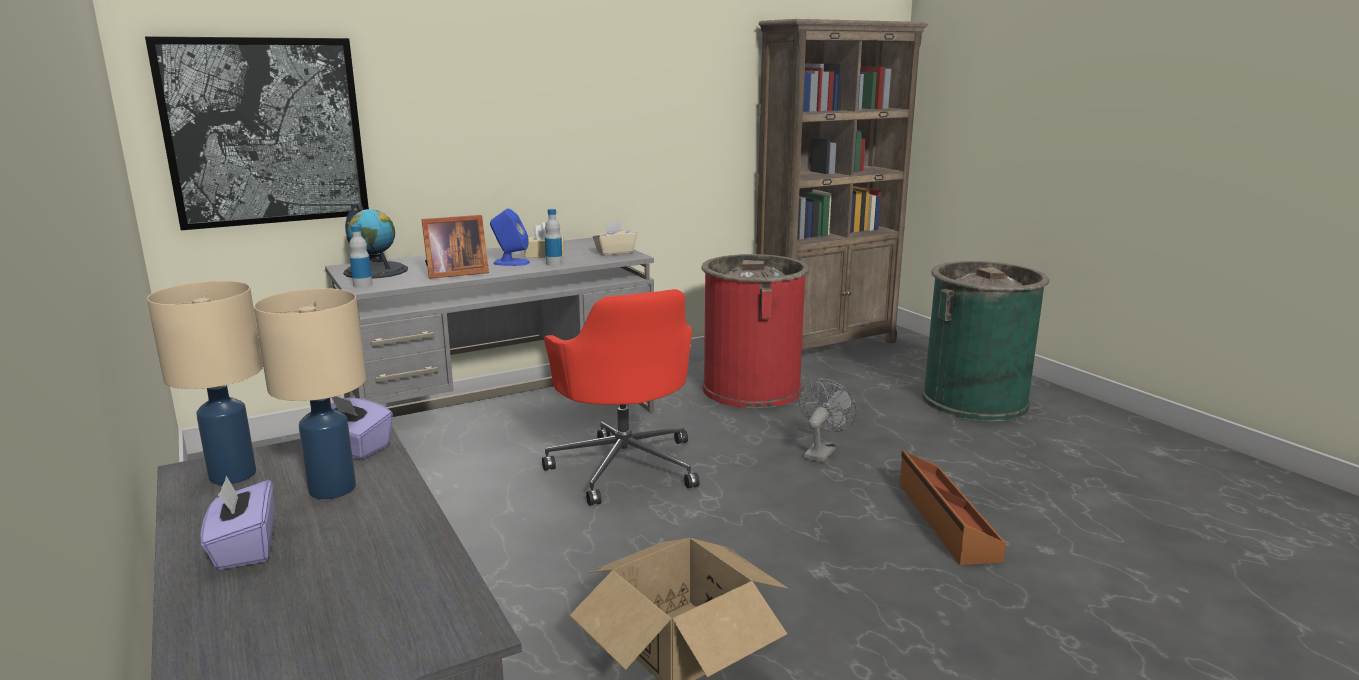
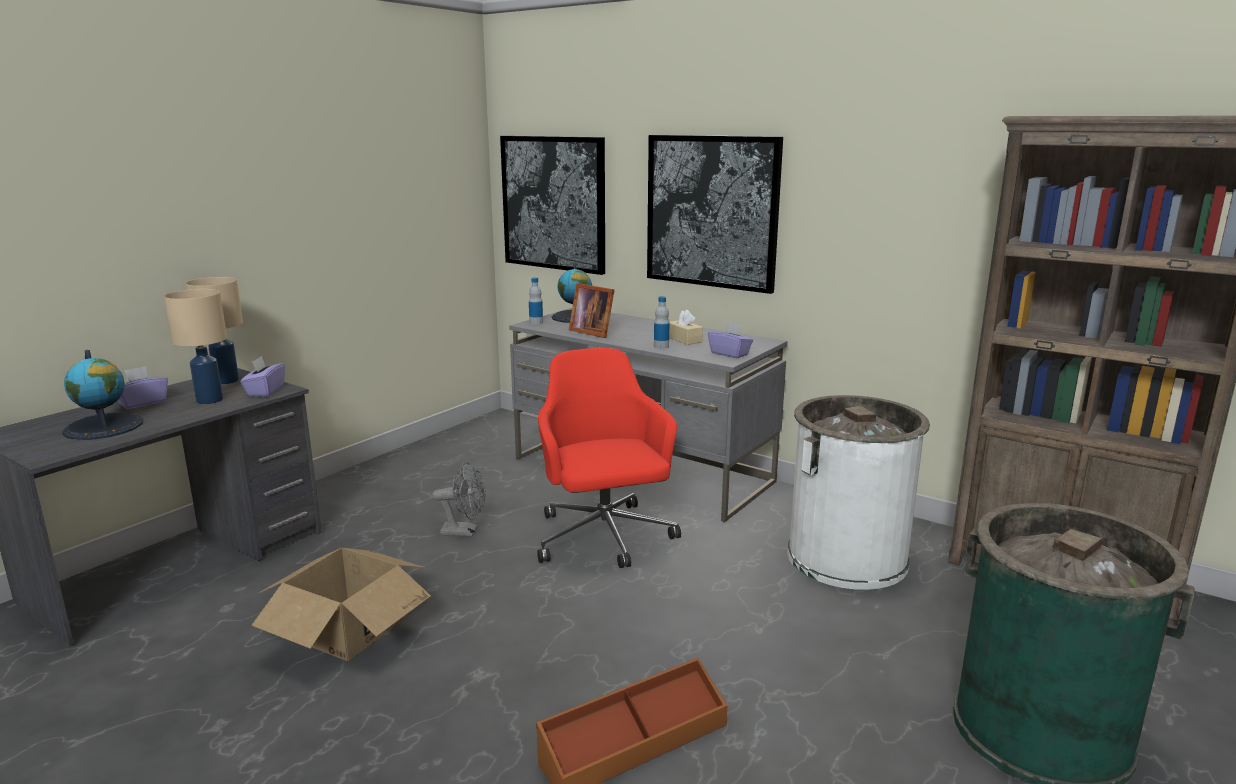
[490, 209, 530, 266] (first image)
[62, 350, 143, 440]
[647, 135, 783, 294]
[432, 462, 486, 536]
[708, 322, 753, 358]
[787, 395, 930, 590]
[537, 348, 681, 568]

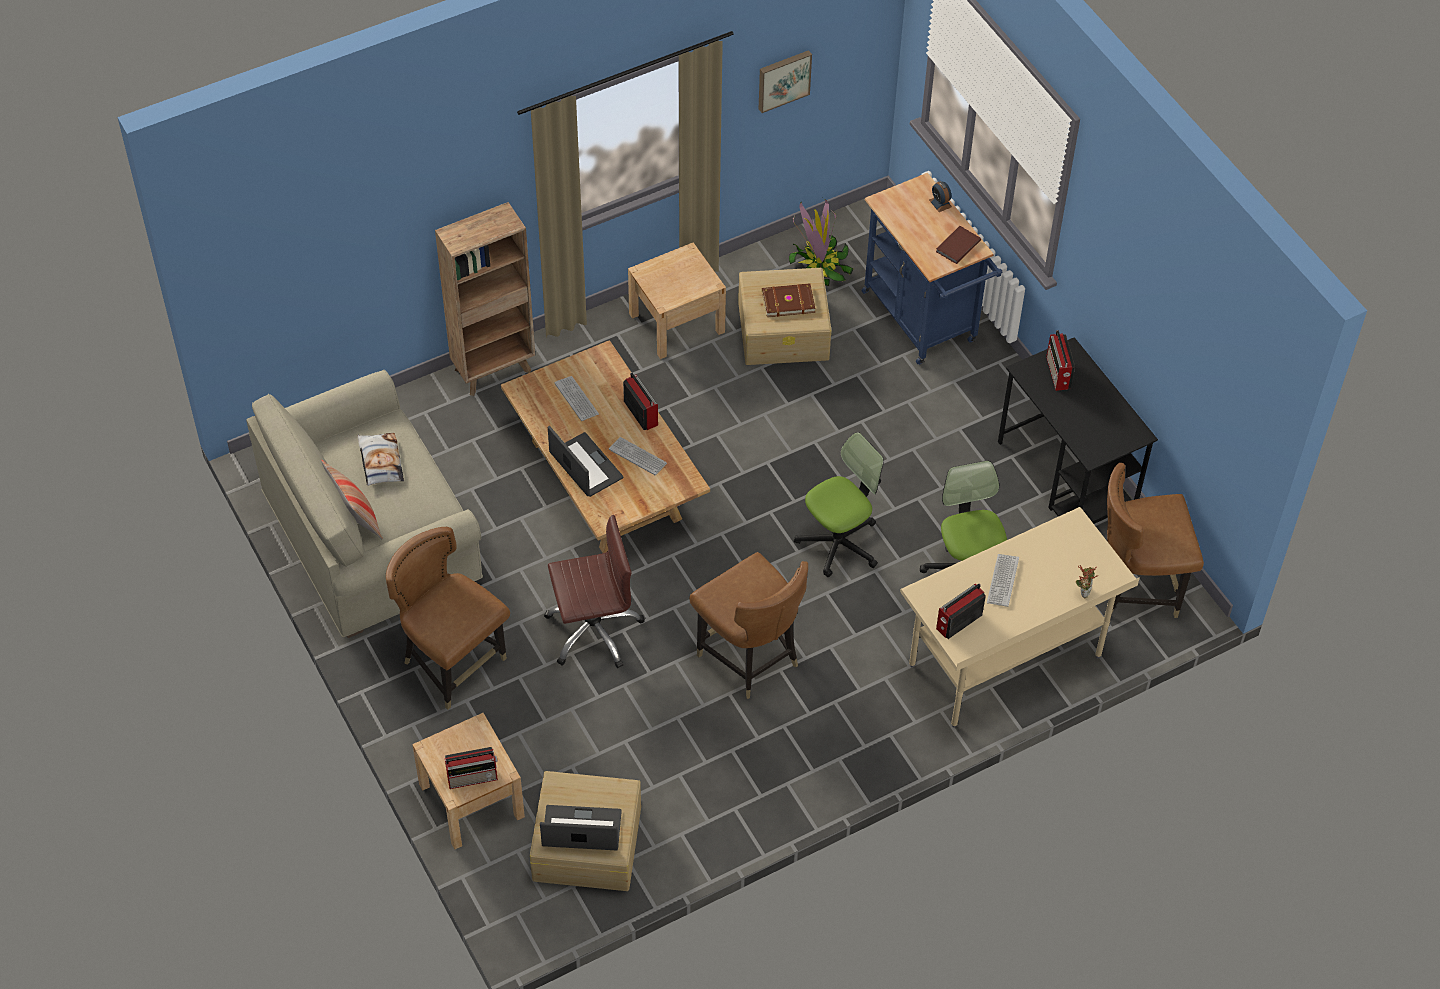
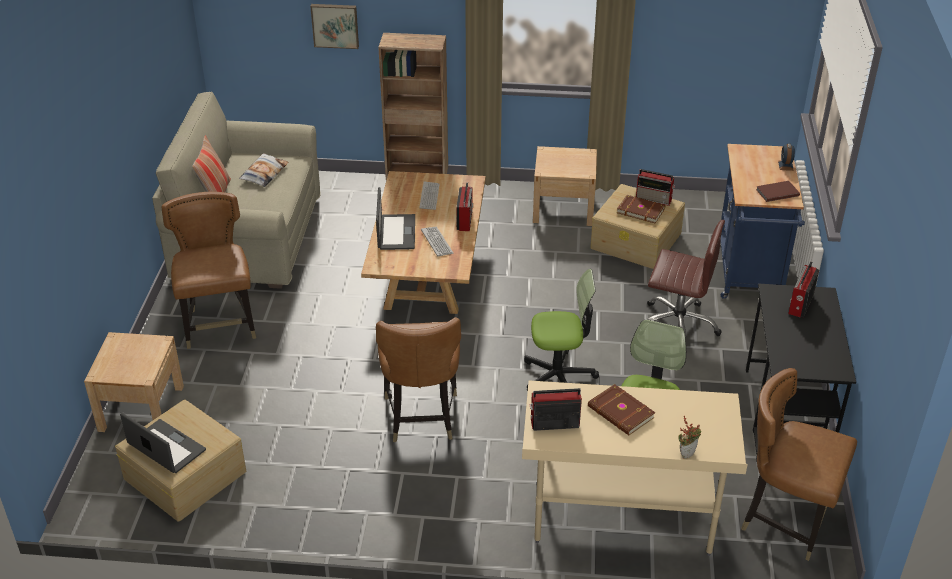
[789, 198, 853, 286] (first image)
[636, 169, 675, 206]
[647, 220, 725, 338]
[310, 4, 359, 49]
[588, 384, 655, 435]

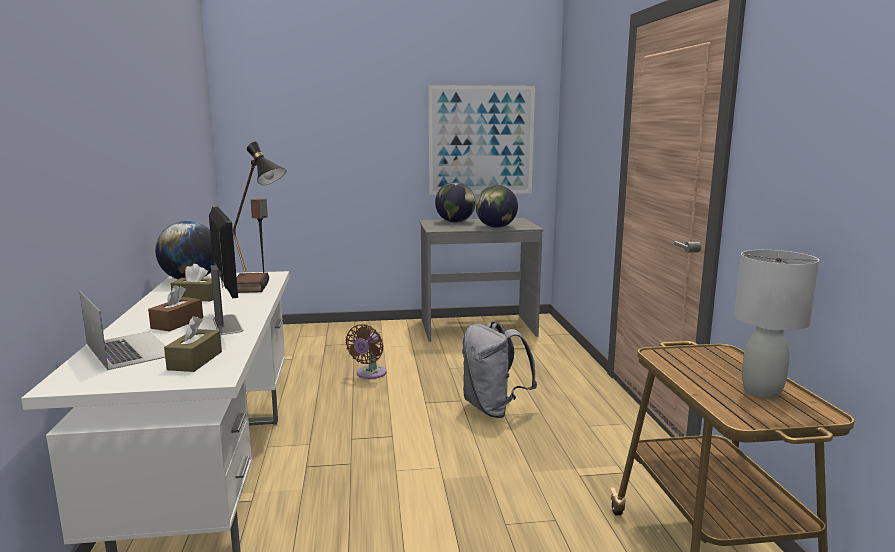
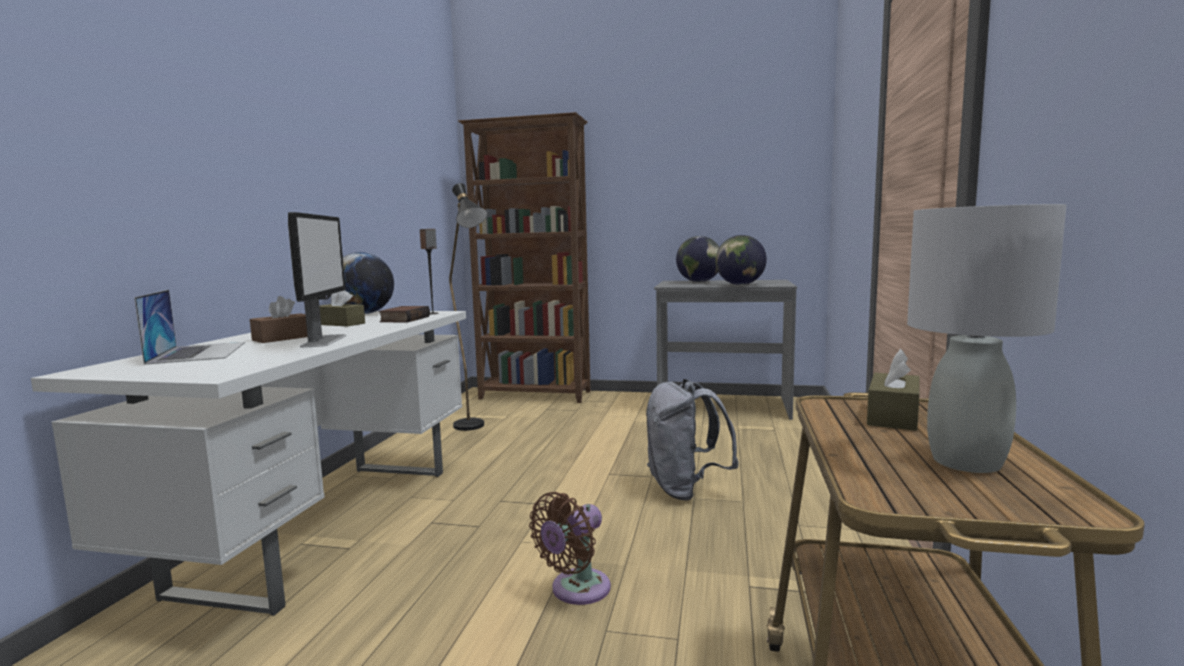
[428, 85, 535, 195] (first image)
[458, 112, 591, 403]
[867, 349, 920, 431]
[529, 492, 611, 605]

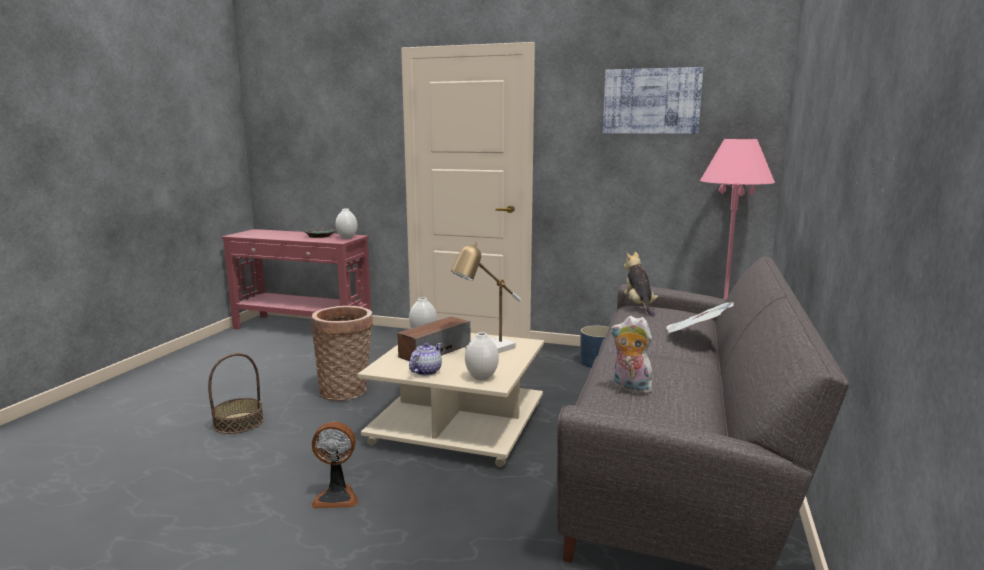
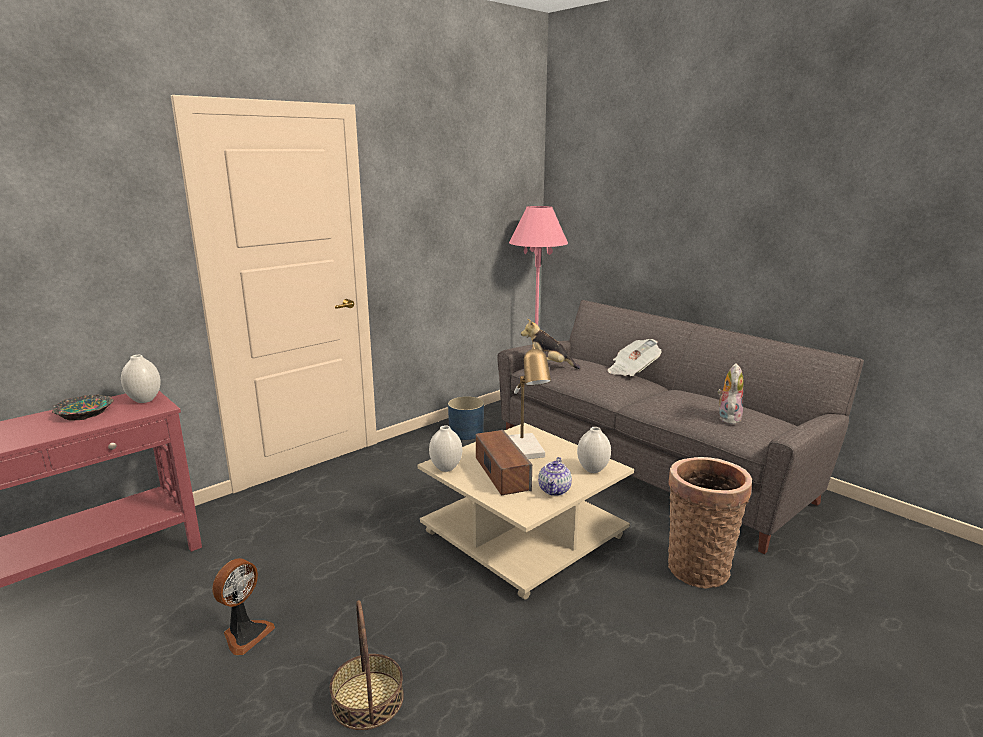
[603, 67, 703, 134] (first image)
[668, 457, 752, 588]
[212, 558, 275, 655]
[538, 457, 572, 496]
[717, 363, 744, 424]

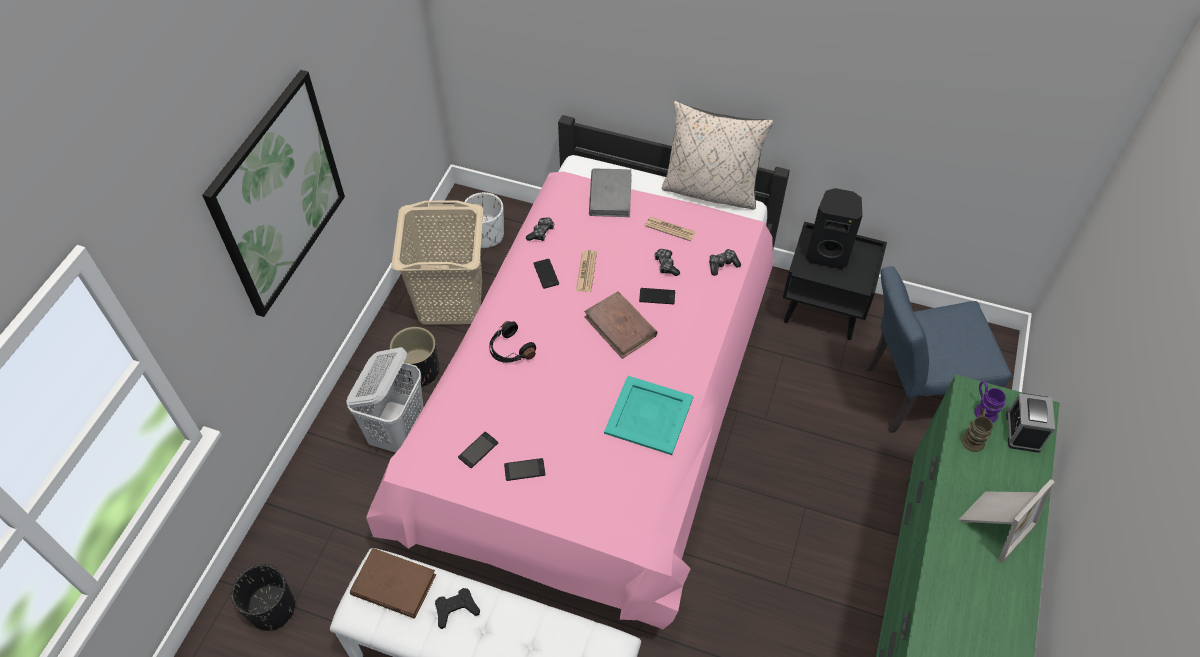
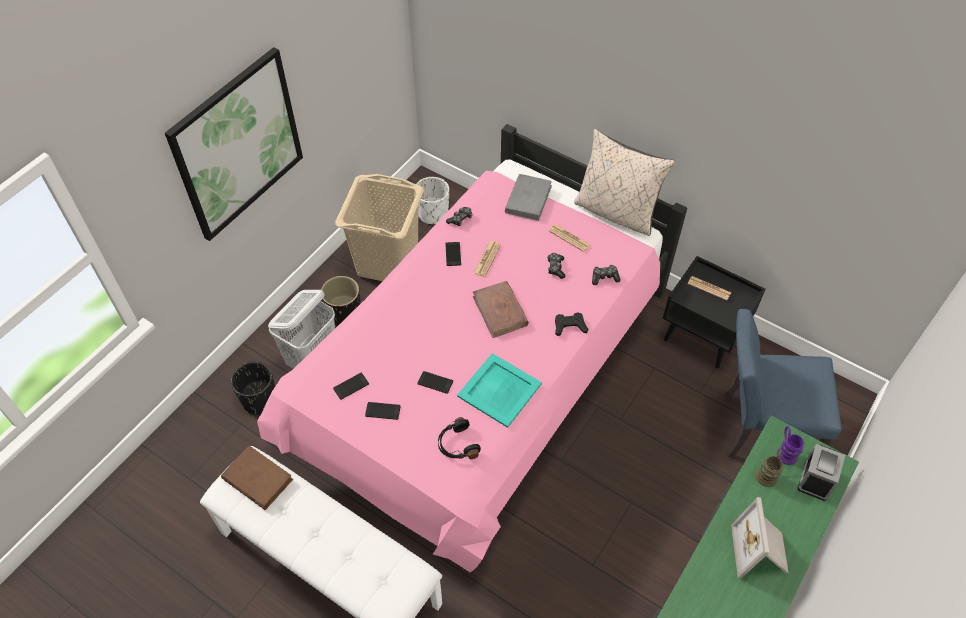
[231, 361, 275, 415]
[555, 312, 588, 336]
[438, 417, 481, 459]
[417, 371, 453, 394]
[687, 276, 731, 301]
[731, 497, 789, 578]

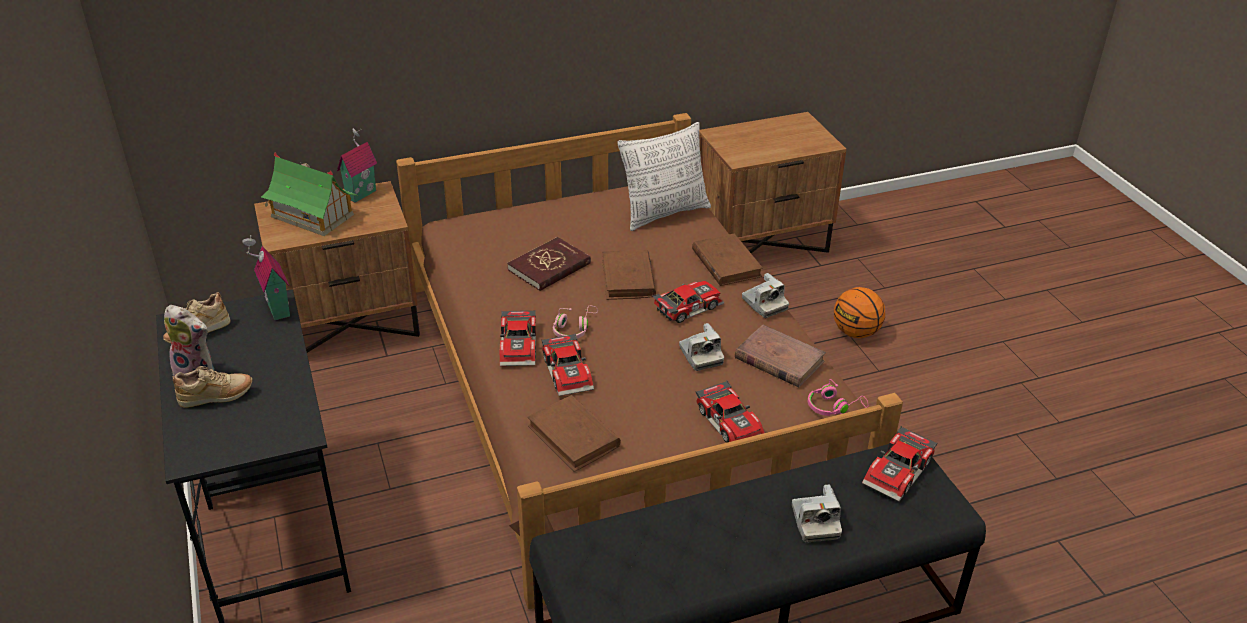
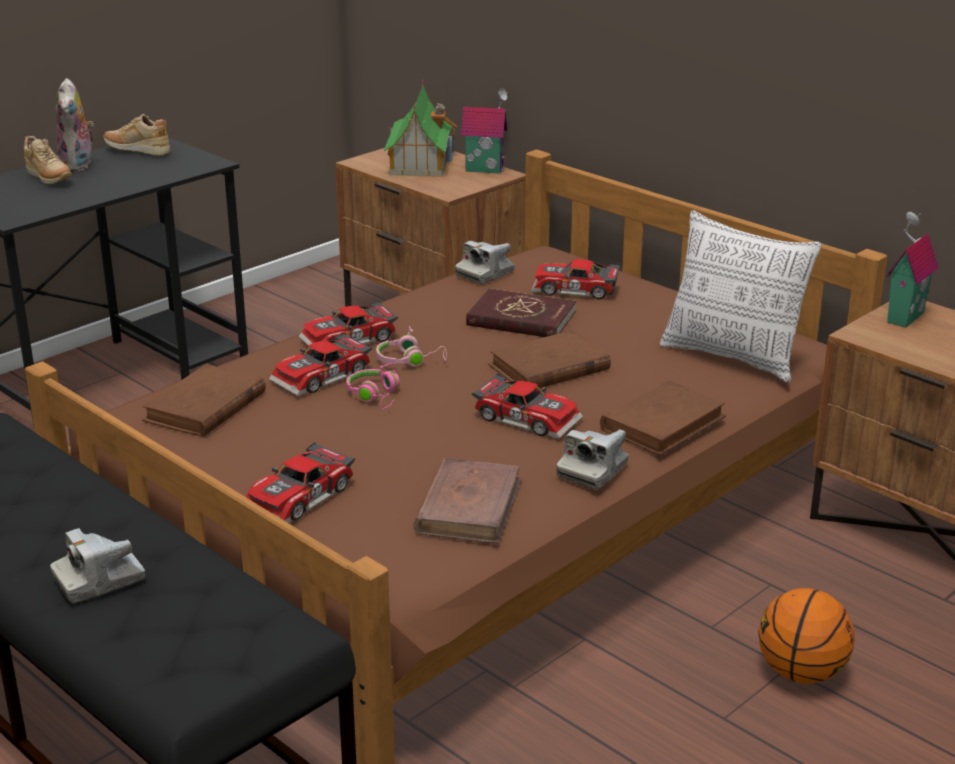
[886, 212, 939, 328]
[455, 241, 515, 284]
[346, 363, 400, 409]
[531, 259, 620, 299]

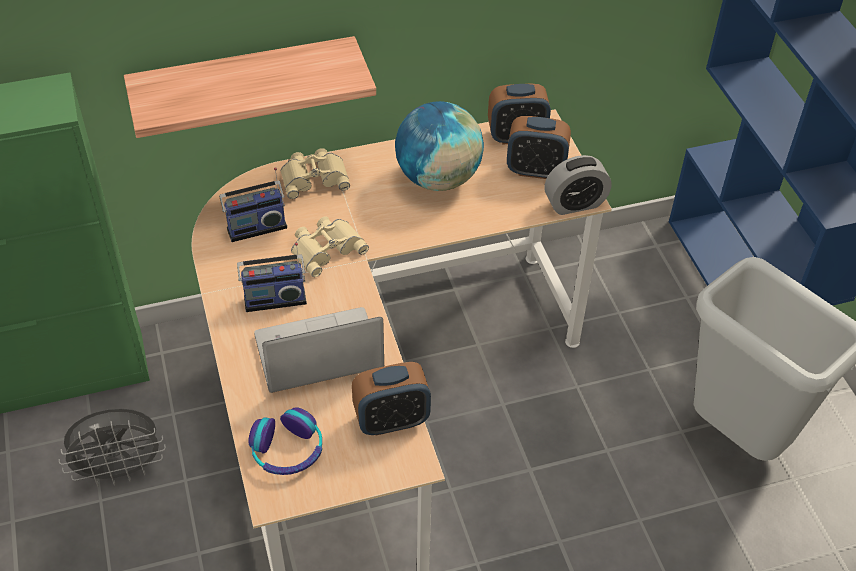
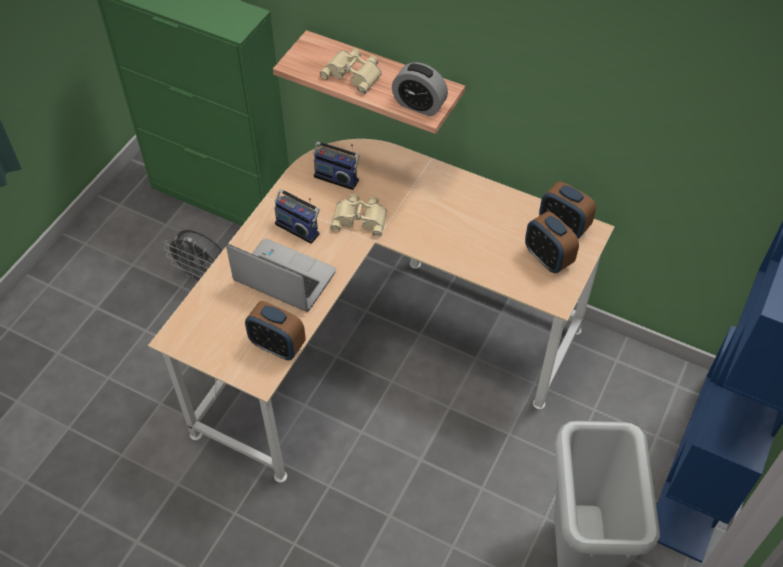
[248, 407, 322, 475] (first image)
[395, 101, 484, 191] (first image)
[320, 49, 382, 94]
[392, 62, 448, 116]

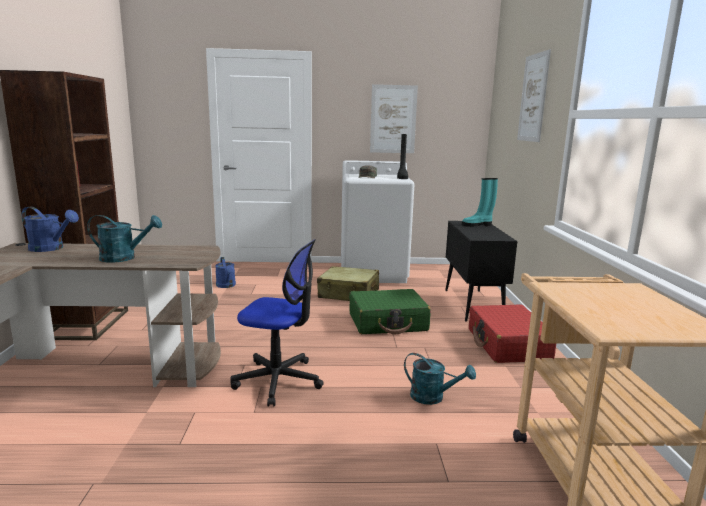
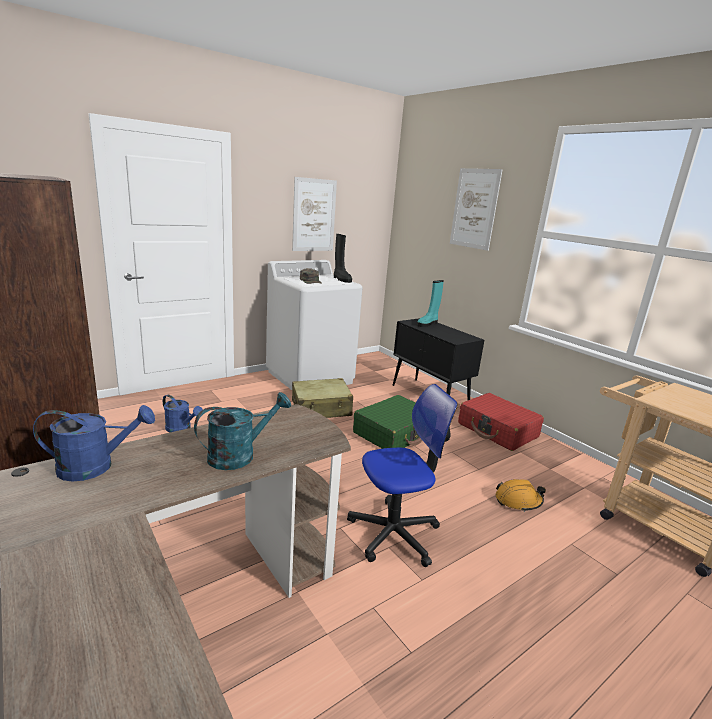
[496, 479, 546, 512]

